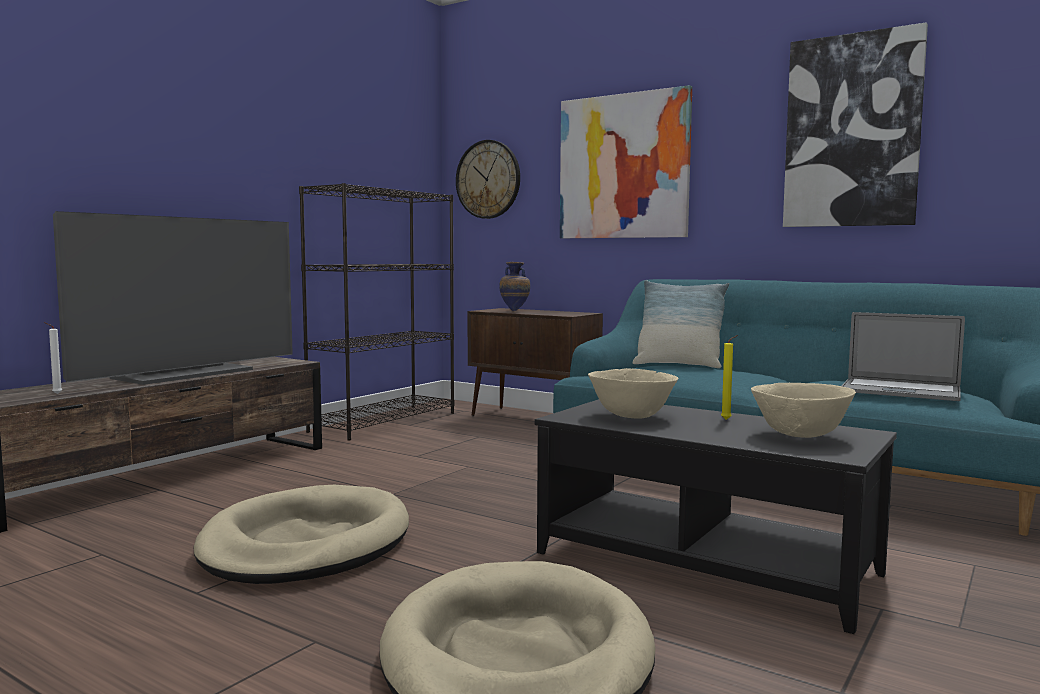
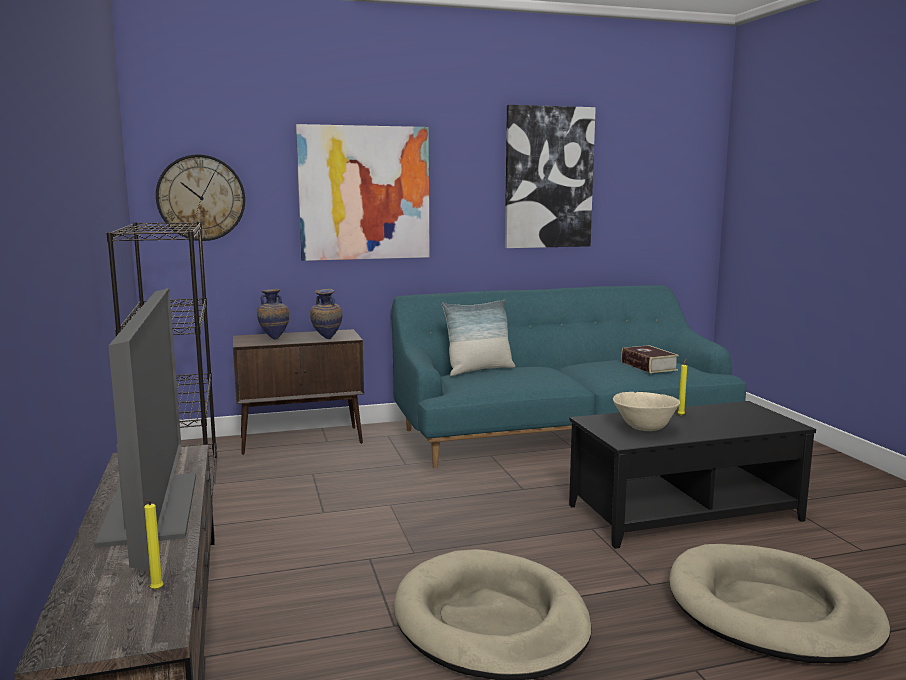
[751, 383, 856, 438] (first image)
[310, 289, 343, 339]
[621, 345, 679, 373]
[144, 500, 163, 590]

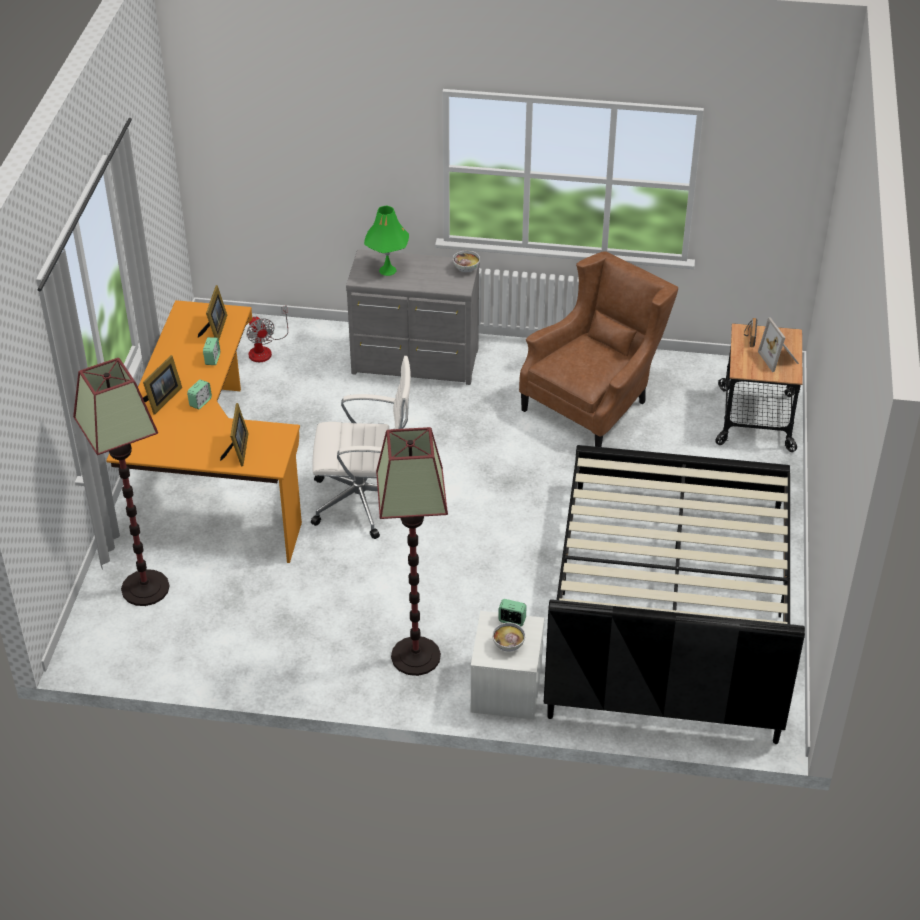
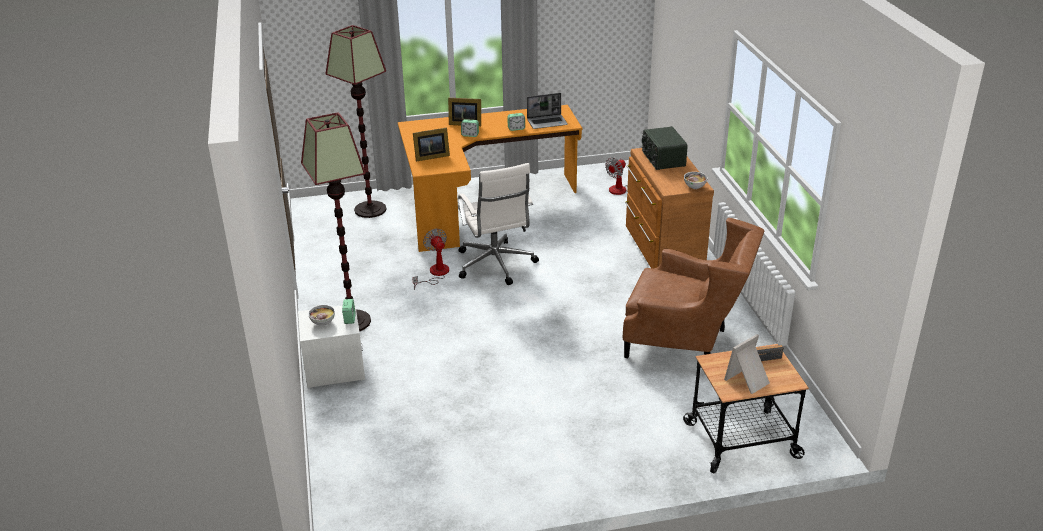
[544, 445, 805, 744] (first image)
[412, 229, 449, 290]
[527, 93, 568, 129]
[642, 126, 688, 170]
[625, 148, 714, 269]

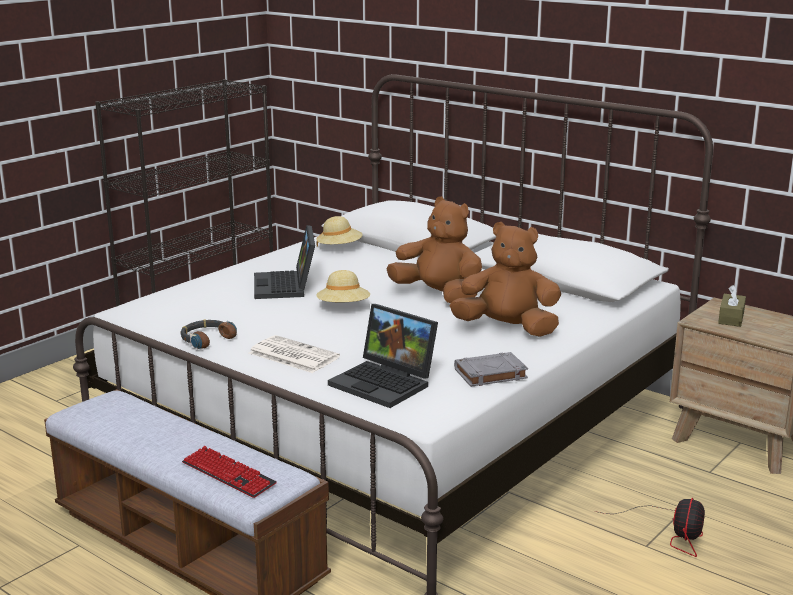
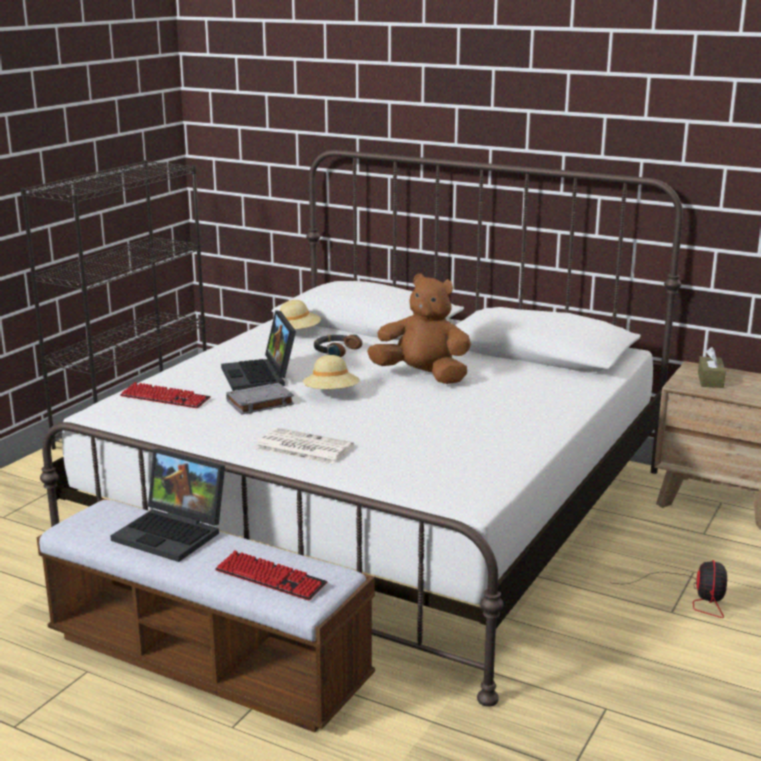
[450, 222, 561, 337] (first image)
[120, 382, 211, 408]
[314, 334, 362, 357]
[111, 448, 225, 562]
[226, 383, 294, 415]

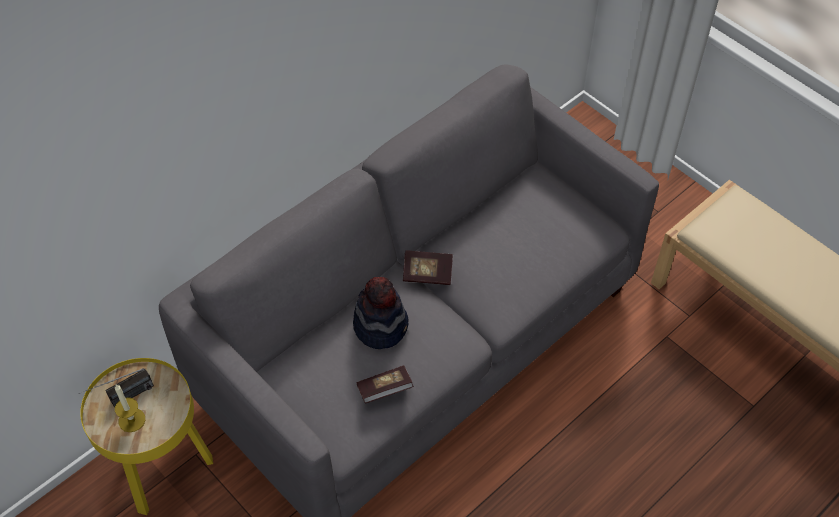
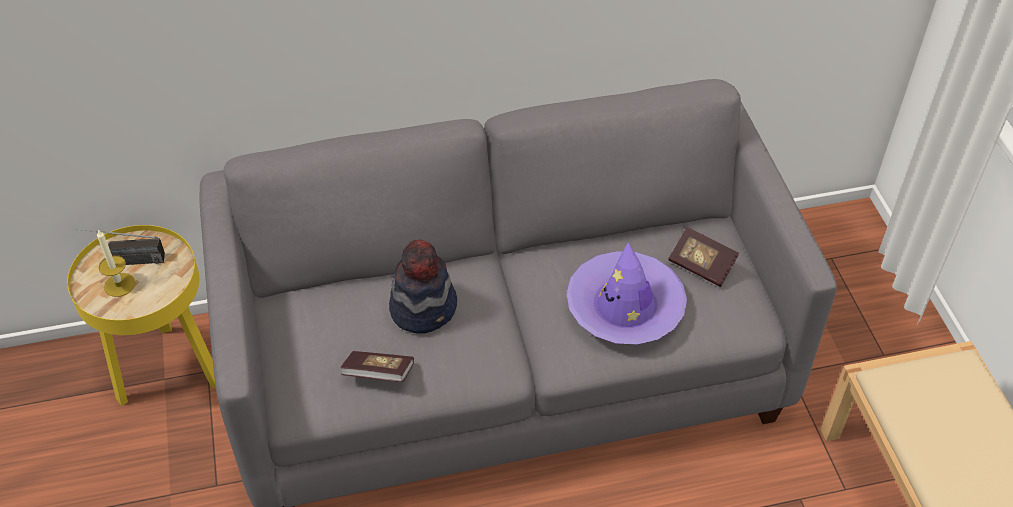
[566, 243, 687, 345]
[668, 227, 739, 287]

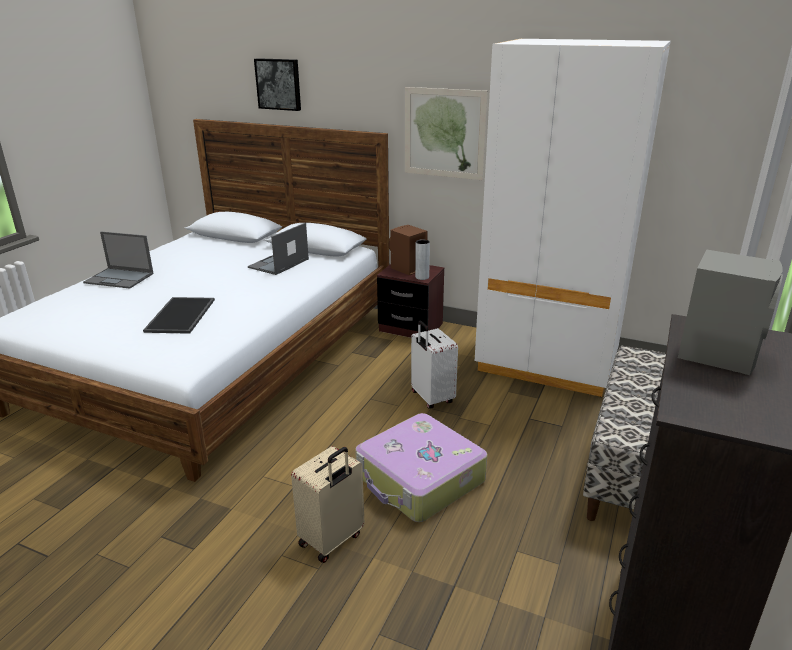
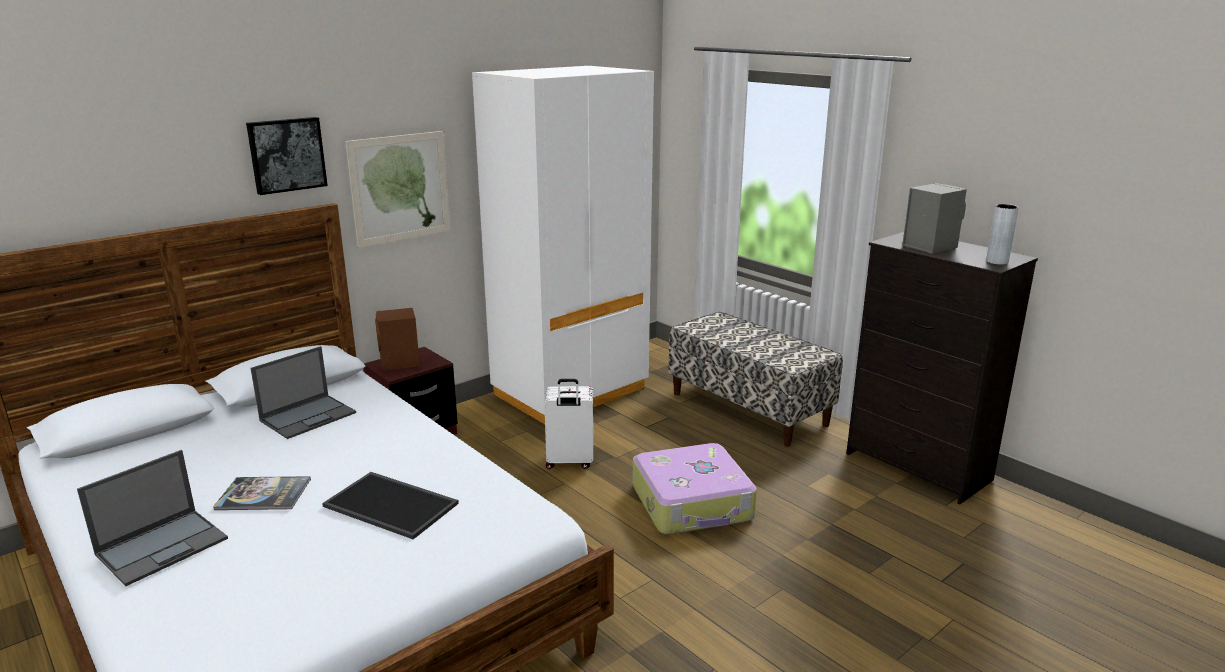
[291, 446, 364, 563] (first image)
[213, 476, 311, 510]
[246, 117, 328, 195]
[986, 204, 1018, 265]
[251, 346, 356, 439]

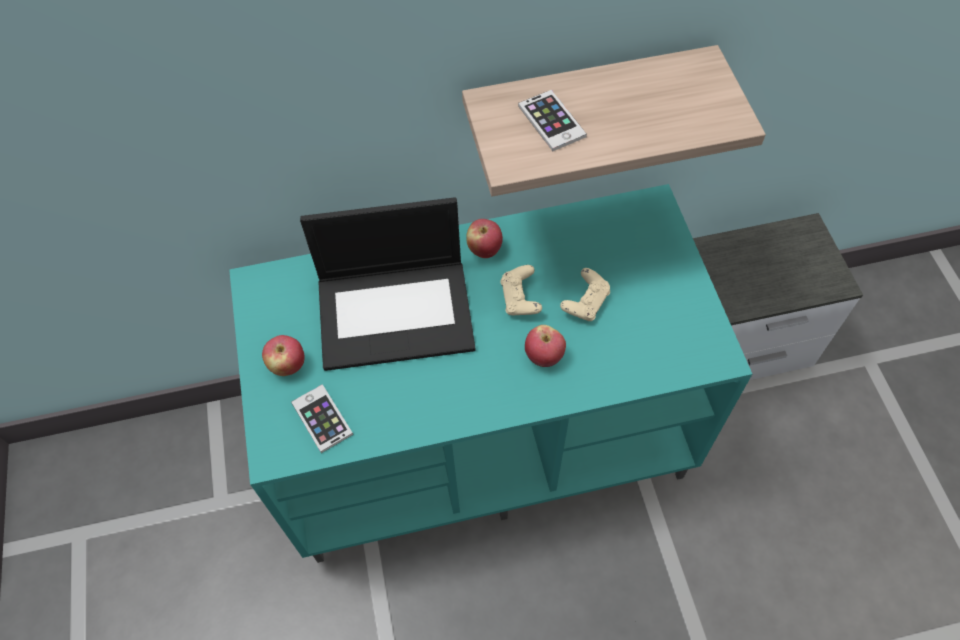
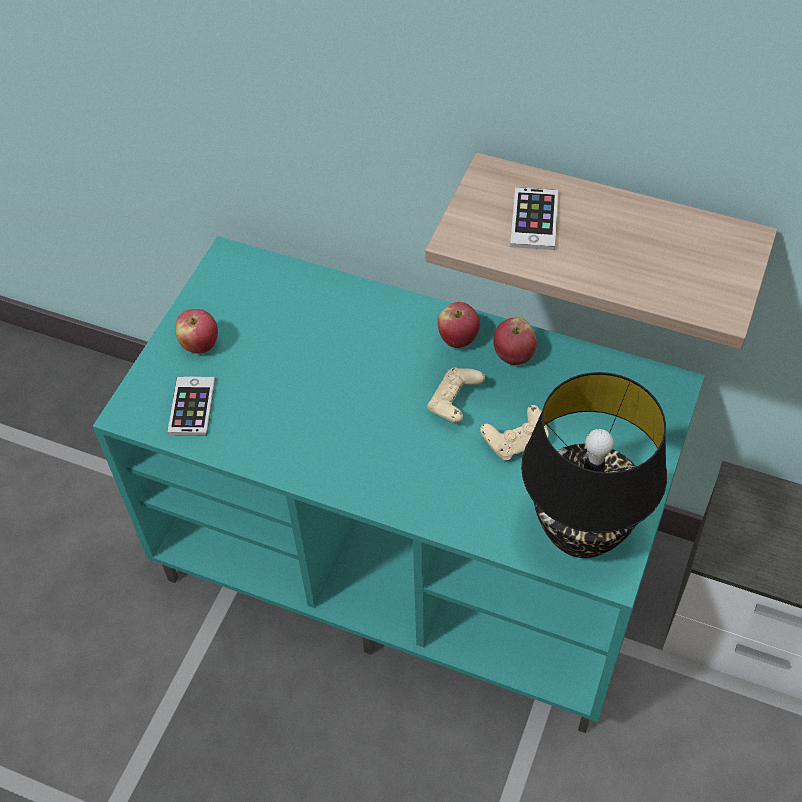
[300, 197, 476, 371] (first image)
[521, 372, 667, 558]
[493, 318, 537, 365]

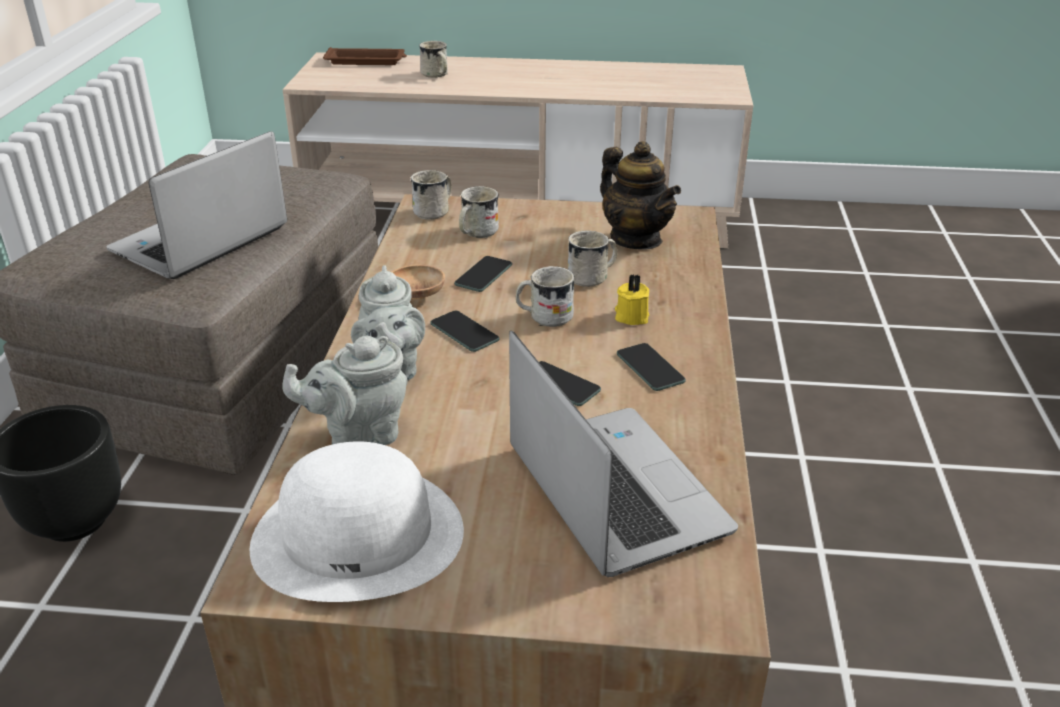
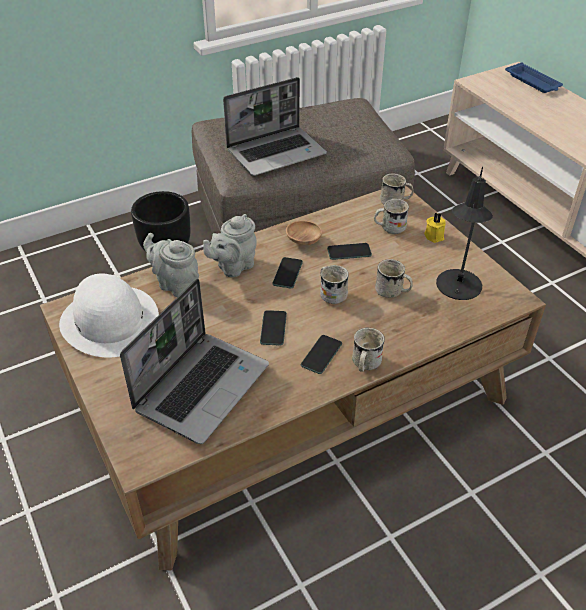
[352, 328, 385, 372]
[424, 213, 446, 243]
[436, 167, 493, 300]
[505, 62, 563, 93]
[223, 77, 327, 176]

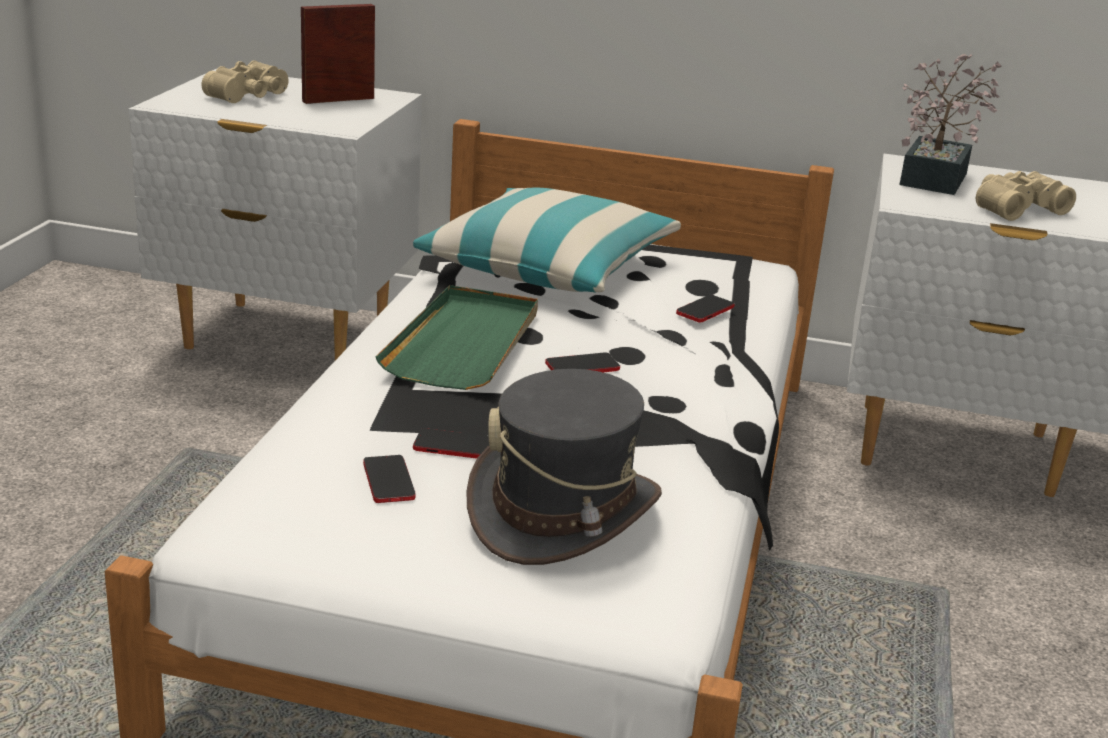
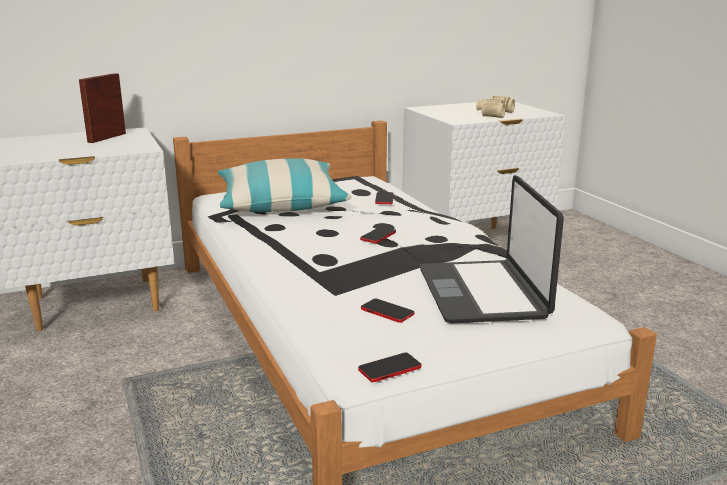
[202, 60, 288, 103] (first image)
[376, 285, 538, 390] (first image)
[899, 54, 1002, 195] (first image)
[358, 353, 422, 382]
[419, 175, 564, 324]

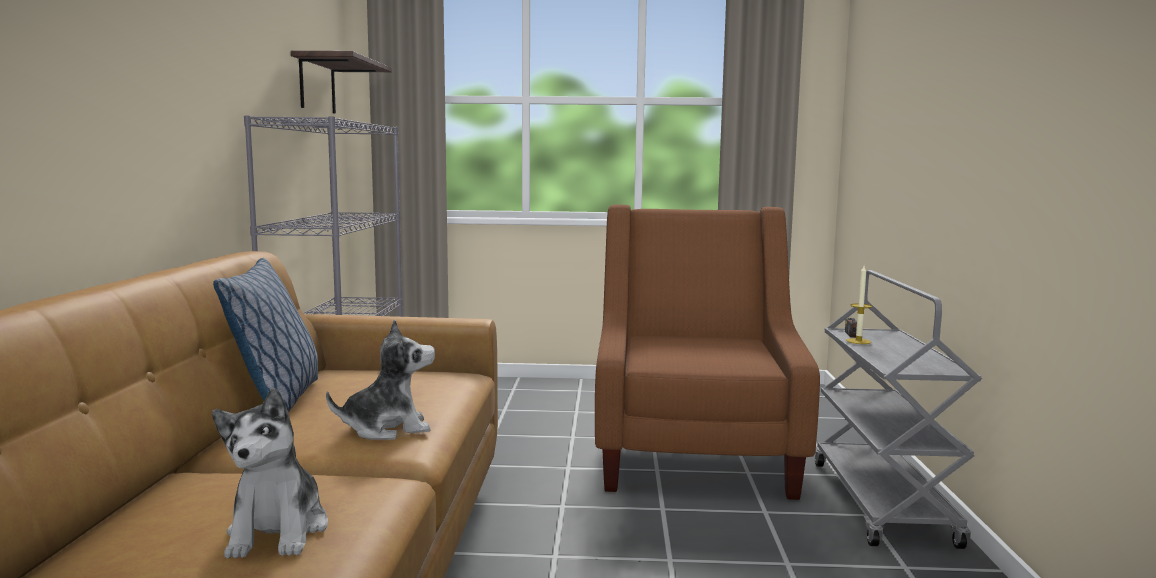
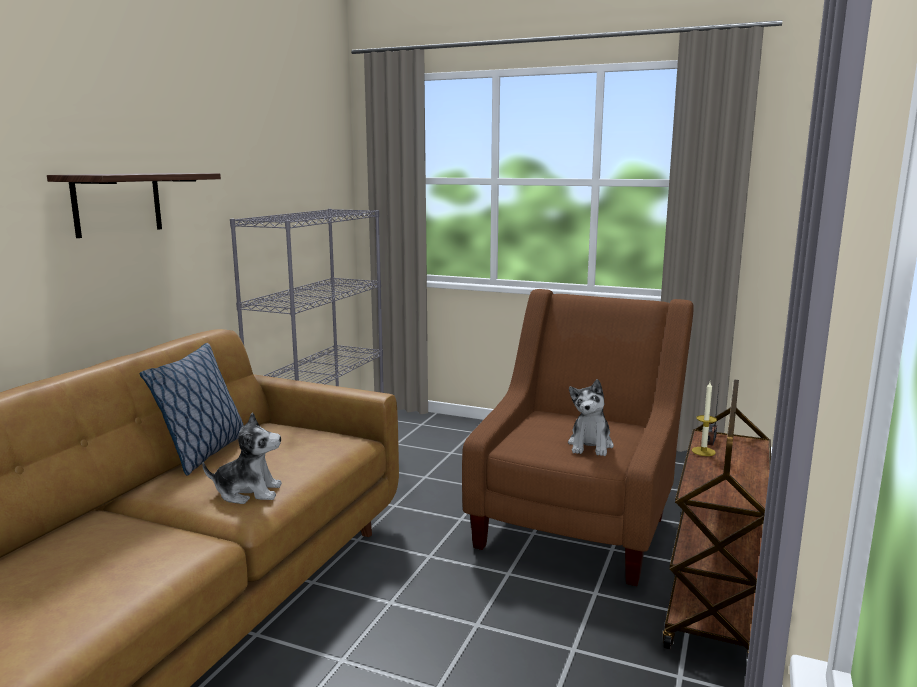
[568, 379, 614, 456]
[47, 173, 221, 238]
[663, 380, 771, 662]

